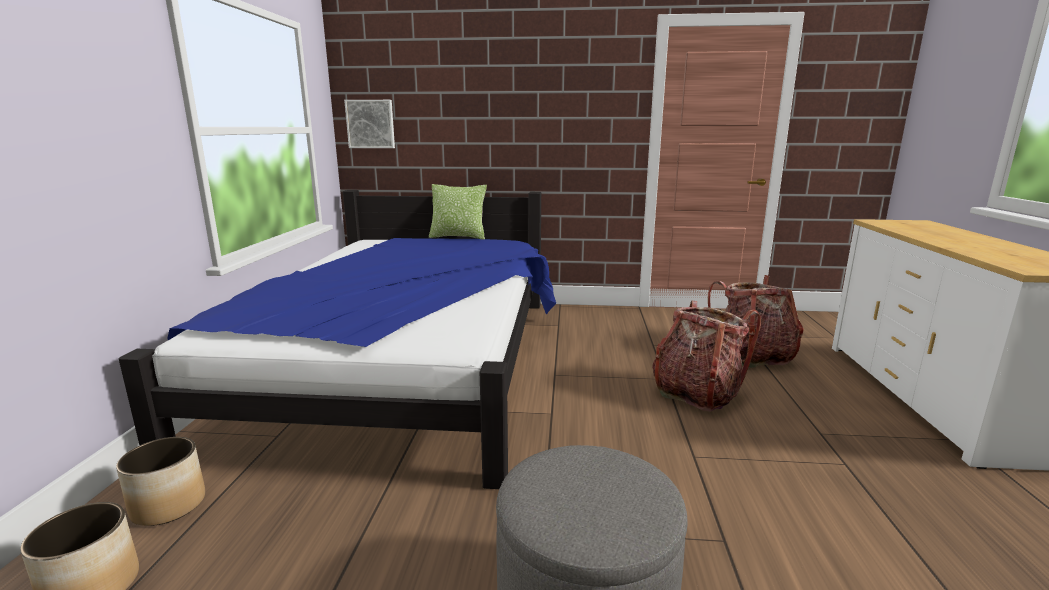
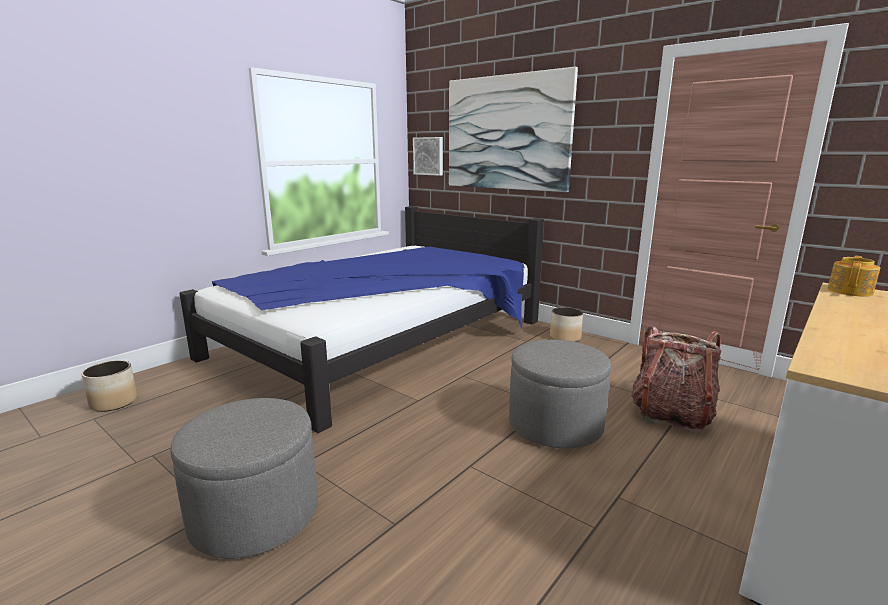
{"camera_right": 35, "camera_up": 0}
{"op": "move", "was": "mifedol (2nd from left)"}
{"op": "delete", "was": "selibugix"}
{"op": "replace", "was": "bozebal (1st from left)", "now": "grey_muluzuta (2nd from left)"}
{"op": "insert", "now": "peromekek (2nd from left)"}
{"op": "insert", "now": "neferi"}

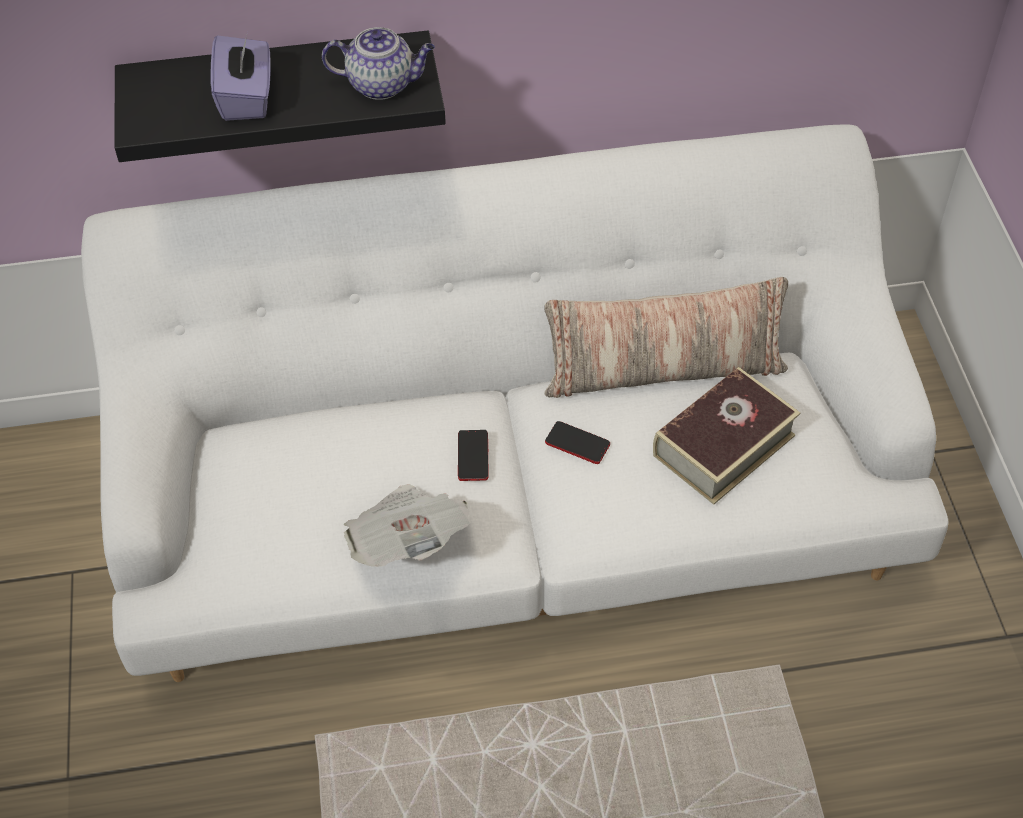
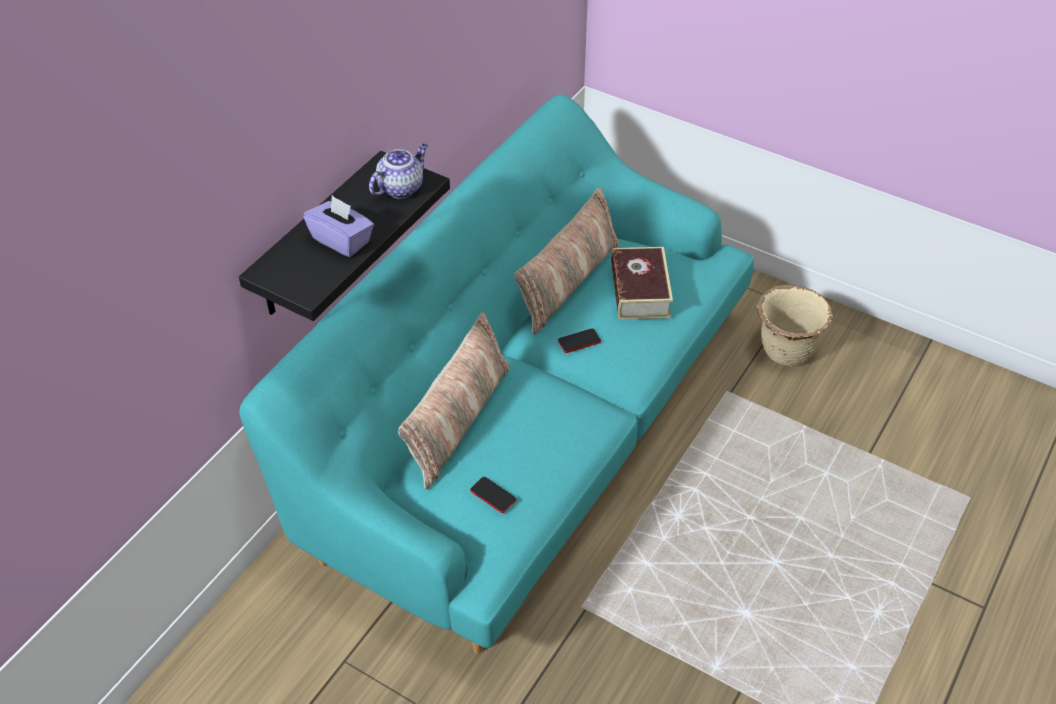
{"camera_right": -50, "camera_up": -5}
{"op": "recolor", "was": "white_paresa", "now": "turquoise_paresa"}
{"op": "delete", "was": "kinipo"}
{"op": "move", "was": "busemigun (1st from left)"}
{"op": "insert", "now": "selibugix (1st from left)"}
{"op": "insert", "now": "beige_mifedol"}

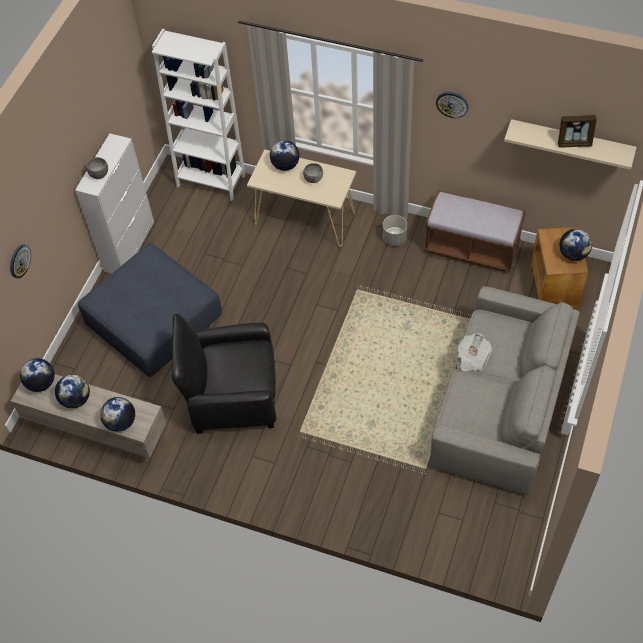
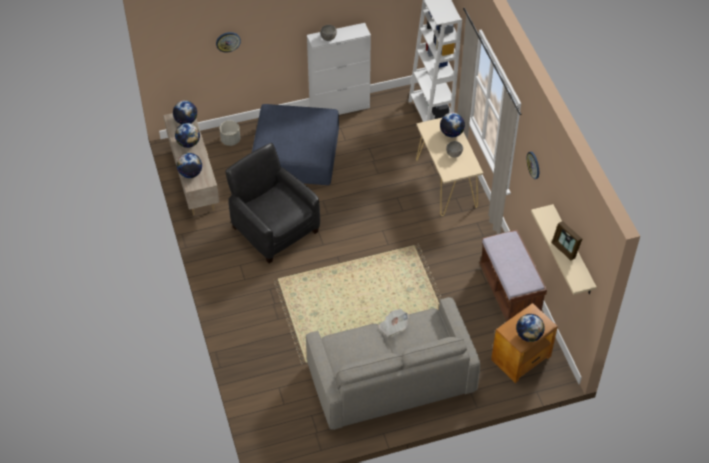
{"camera_right": 50, "camera_up": -5}
{"op": "move", "was": "grey_mifedol"}

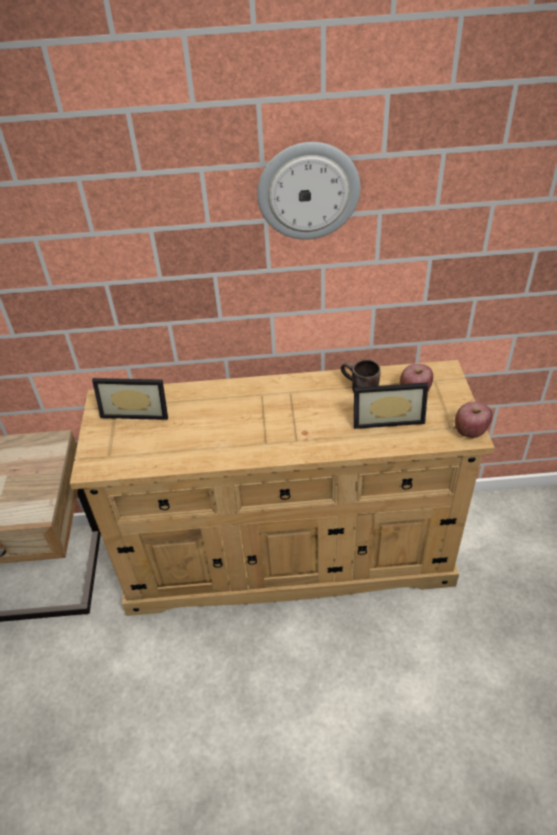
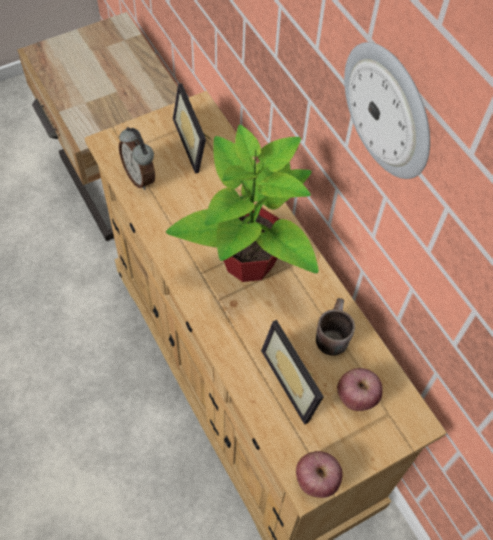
{"camera_right": 60, "camera_up": 15}
{"op": "insert", "now": "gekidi"}
{"op": "insert", "now": "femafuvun"}

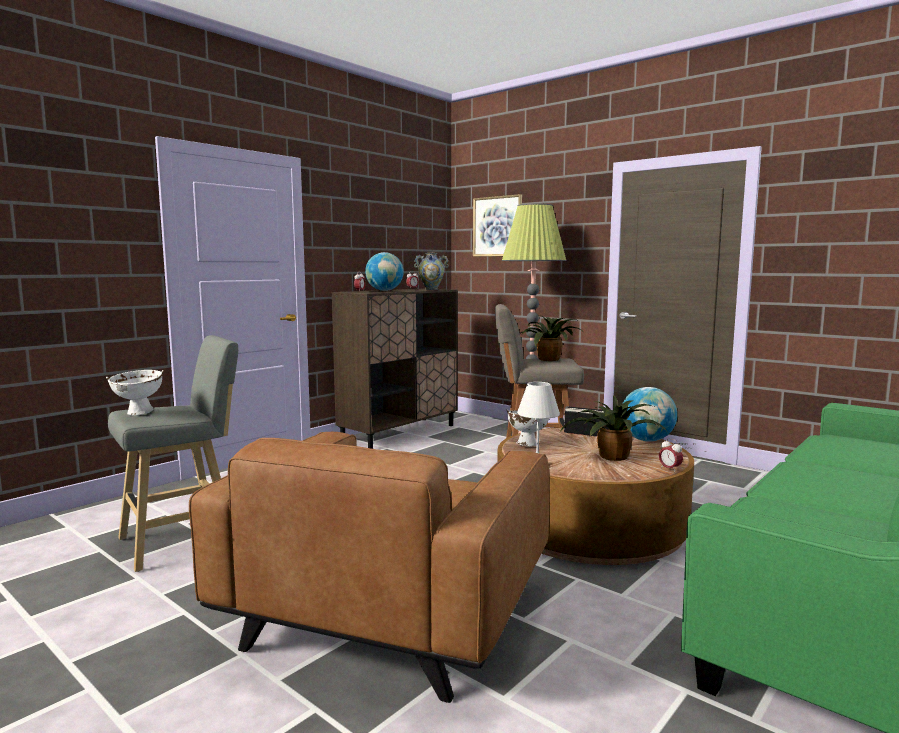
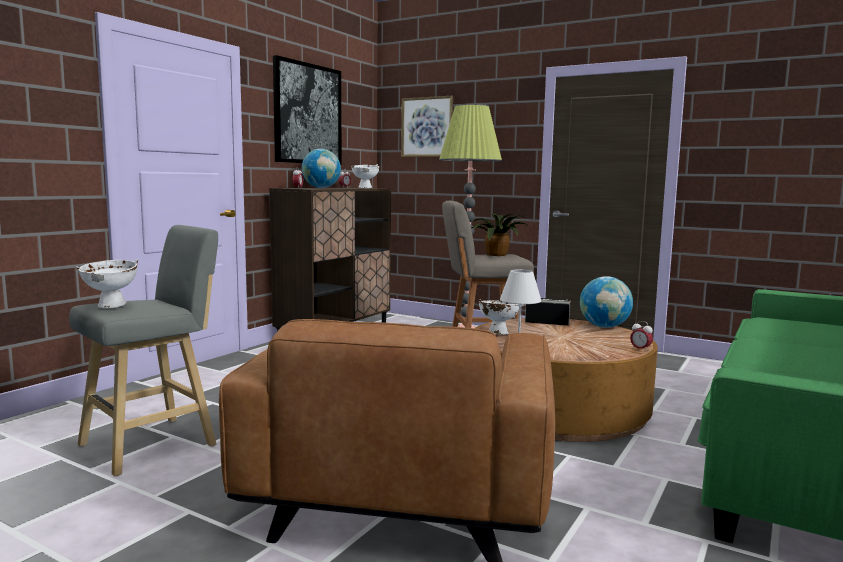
{"camera_right": -10, "camera_up": 0}
{"op": "replace", "was": "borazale", "now": "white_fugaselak (2nd from left)"}
{"op": "delete", "was": "femafuvun (2nd from left)"}
{"op": "insert", "now": "peromekek (1st from left)"}

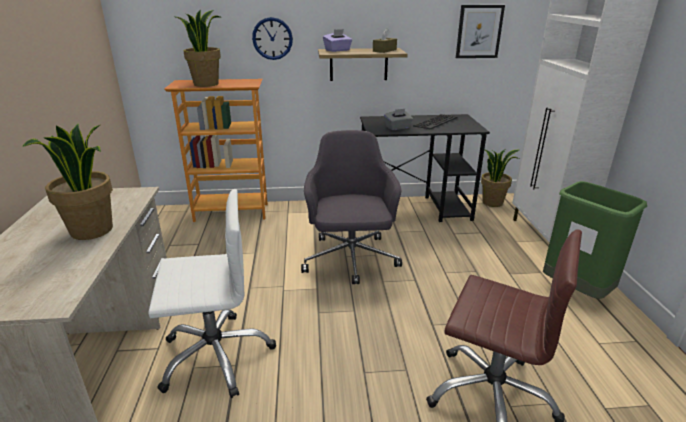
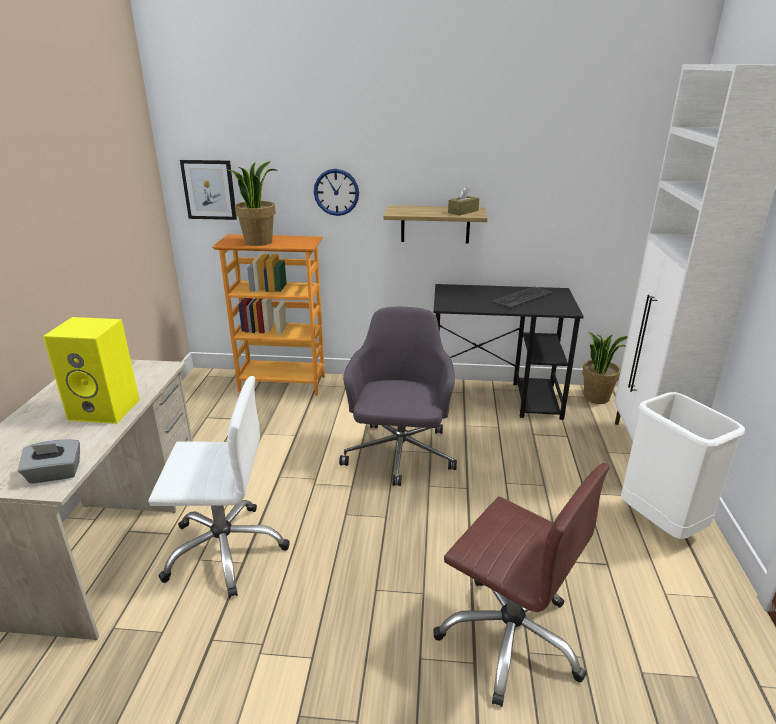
{"camera_right": 10, "camera_up": 0}
{"op": "replace", "was": "femafuvun (1st from left)", "now": "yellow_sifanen"}
{"op": "delete", "was": "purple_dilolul"}
{"op": "move", "was": "grey_dilolul"}
{"op": "move", "was": "peromekek"}
{"op": "recolor", "was": "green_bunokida", "now": "white_bunokida"}

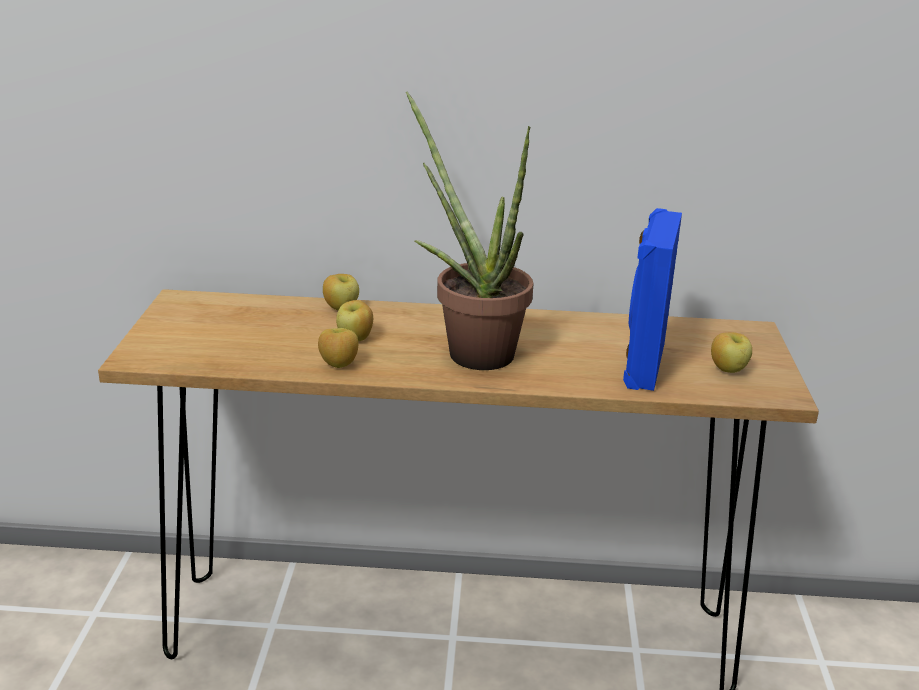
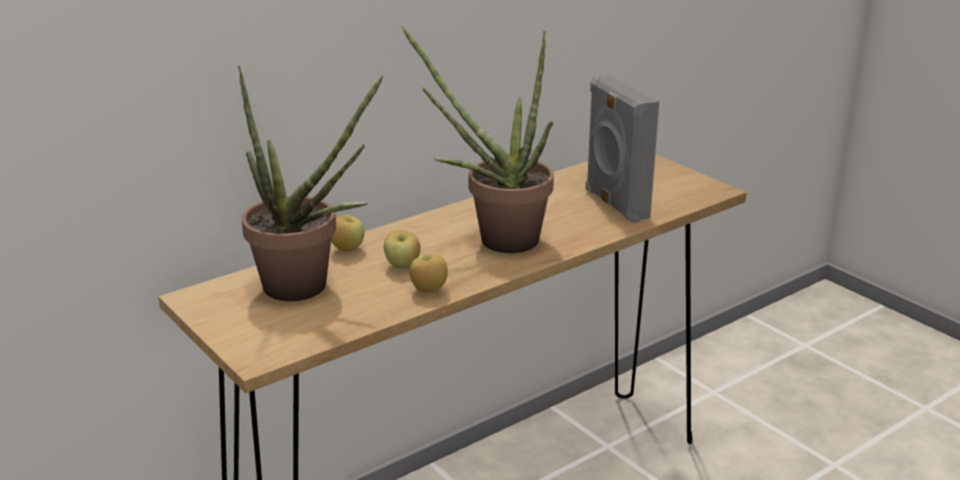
{"camera_right": -40, "camera_up": 0}
{"op": "recolor", "was": "blue_sifanen", "now": "grey_sifanen"}
{"op": "delete", "was": "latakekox (4th from left)"}
{"op": "insert", "now": "femafuvun (1st from left)"}

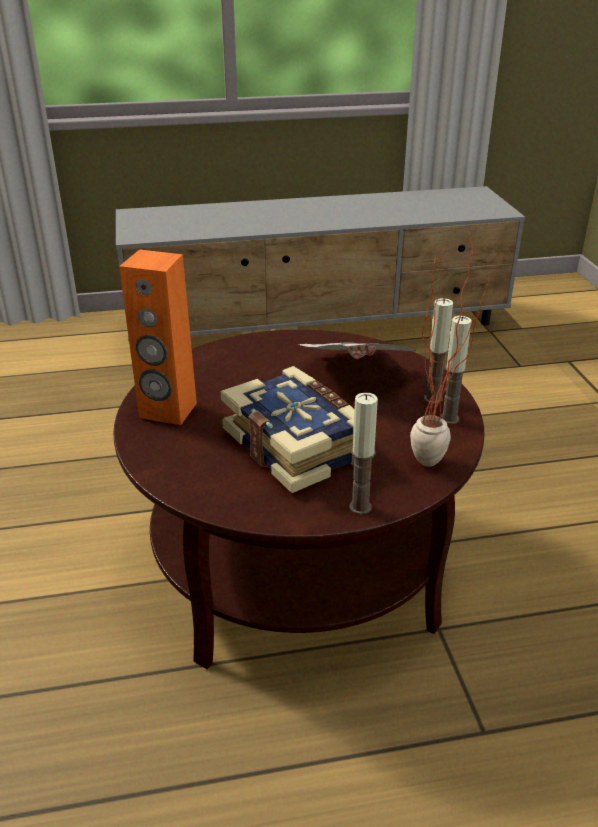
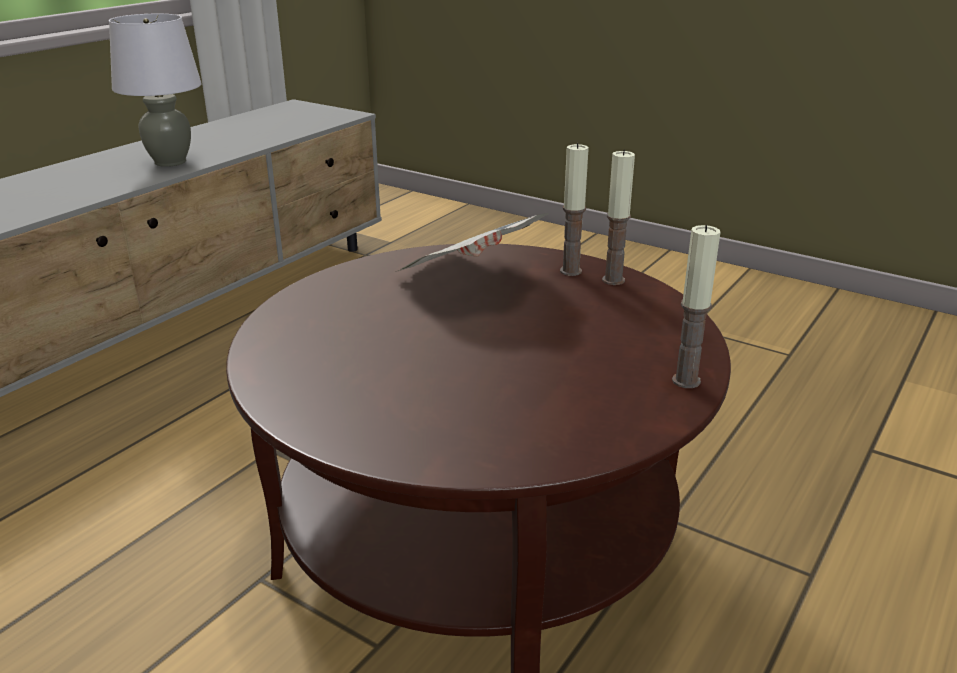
{"camera_right": -45, "camera_up": -5}
{"op": "delete", "was": "orange_sifanen"}
{"op": "delete", "was": "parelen"}
{"op": "delete", "was": "femafuvun"}
{"op": "insert", "now": "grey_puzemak"}

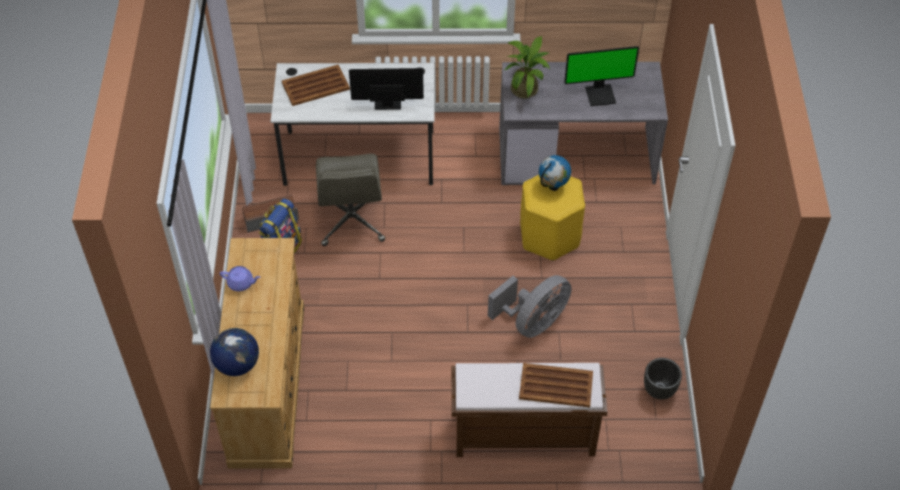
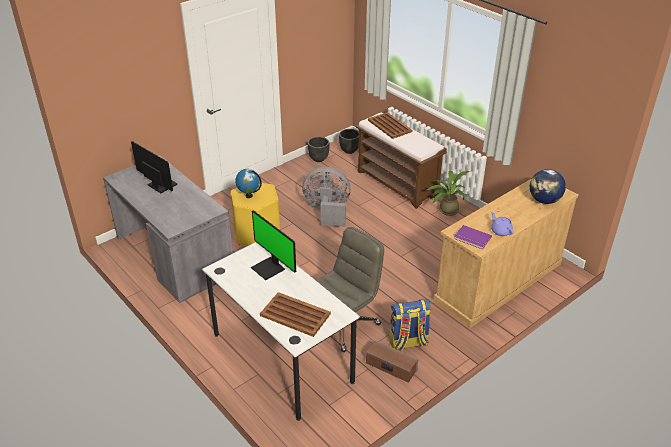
{"camera_right": -130, "camera_up": -15}
{"op": "move", "was": "femafuvun"}
{"op": "insert", "now": "black_mifedol (2nd from left)"}
{"op": "insert", "now": "purple_parelen"}

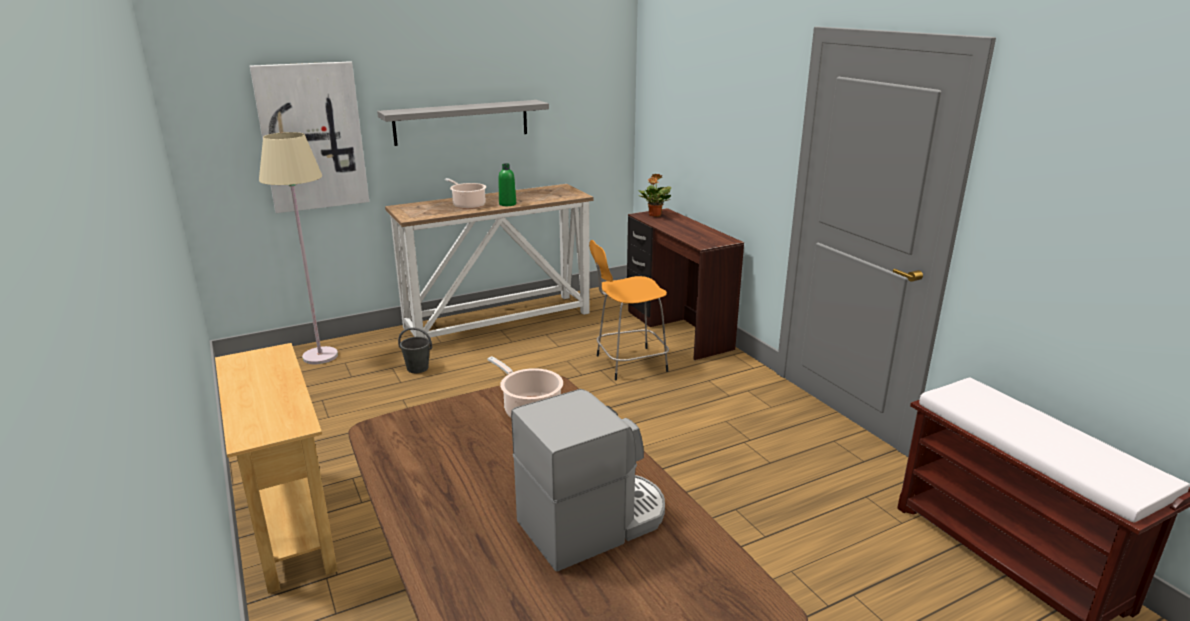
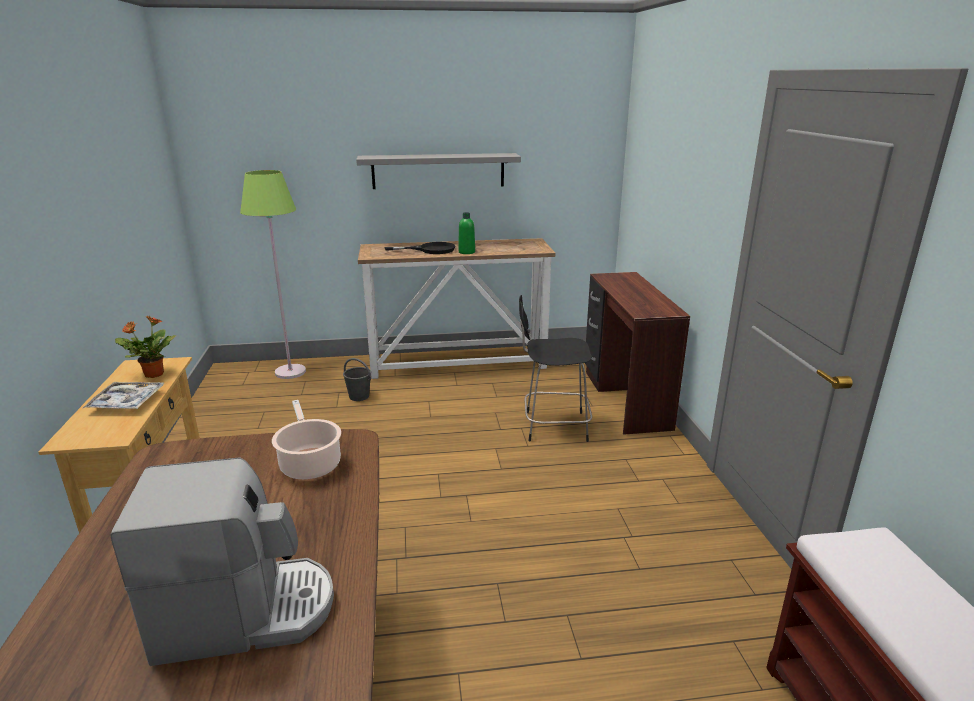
{"camera_right": 20, "camera_up": 0}
{"op": "delete", "was": "peromekek"}
{"op": "recolor", "was": "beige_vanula", "now": "green_vanula"}
{"op": "replace", "was": "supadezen (1st from left)", "now": "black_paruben"}
{"op": "recolor", "was": "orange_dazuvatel", "now": "black_dazuvatel"}
{"op": "move", "was": "femafuvun"}
{"op": "insert", "now": "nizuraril"}

